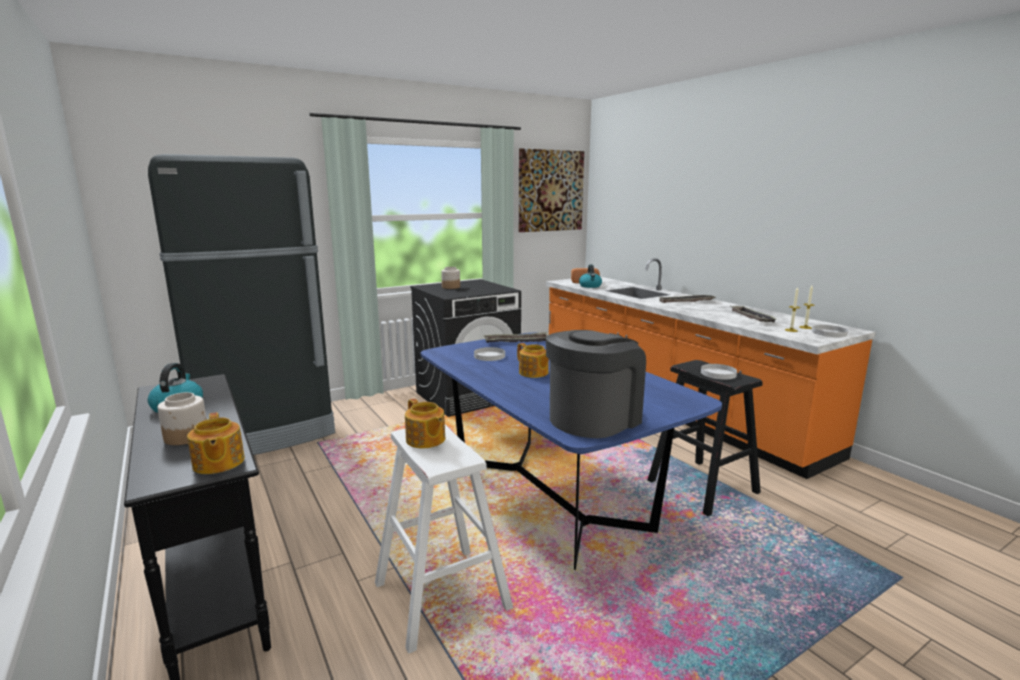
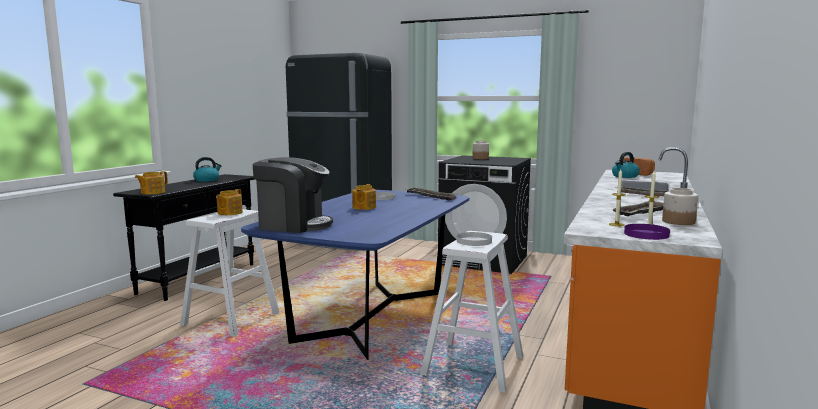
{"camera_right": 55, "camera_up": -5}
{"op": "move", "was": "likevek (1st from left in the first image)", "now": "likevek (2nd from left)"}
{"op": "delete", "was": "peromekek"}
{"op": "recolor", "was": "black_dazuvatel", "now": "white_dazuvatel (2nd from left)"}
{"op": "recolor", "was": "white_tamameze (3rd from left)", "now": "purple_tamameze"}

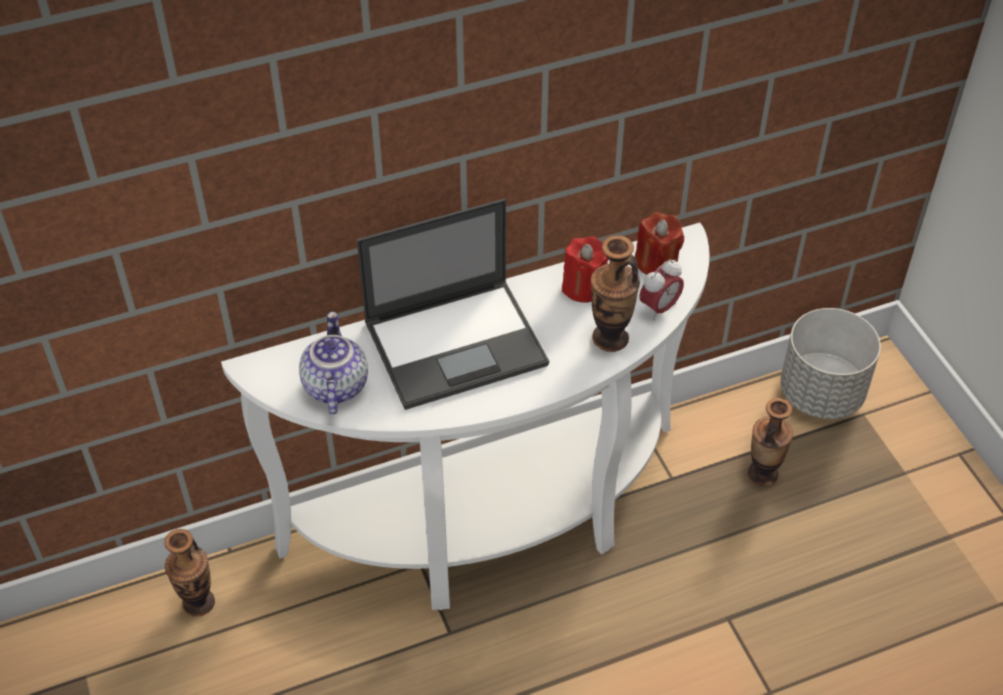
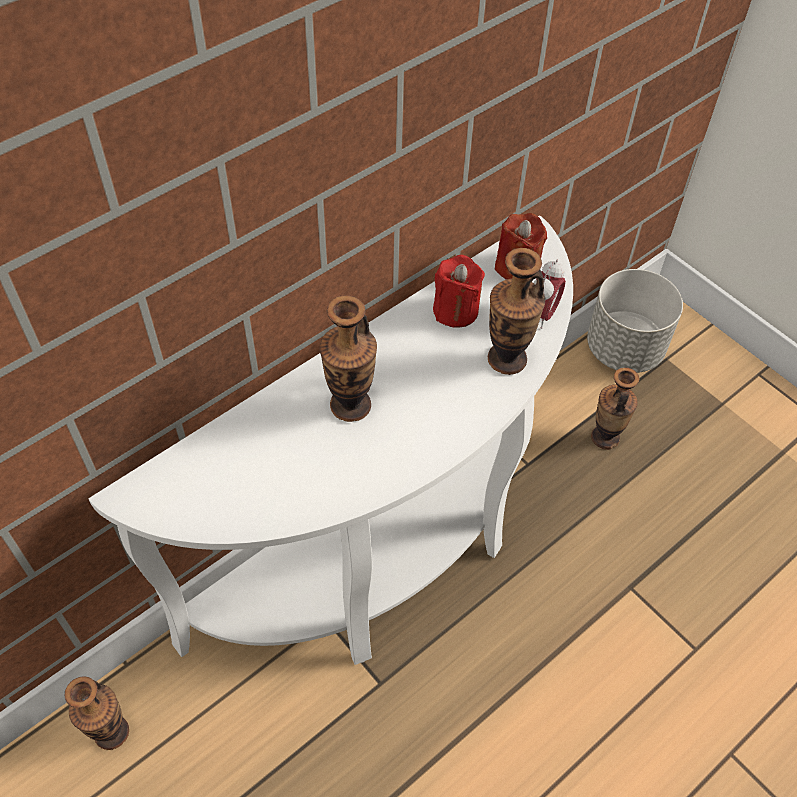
{"camera_right": -20, "camera_up": 5}
{"op": "delete", "was": "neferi"}
{"op": "replace", "was": "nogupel", "now": "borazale (2nd from left)"}

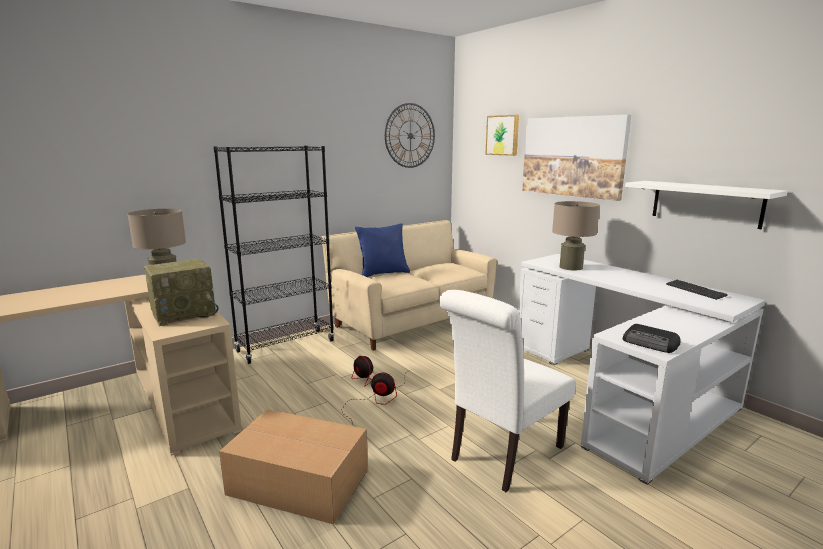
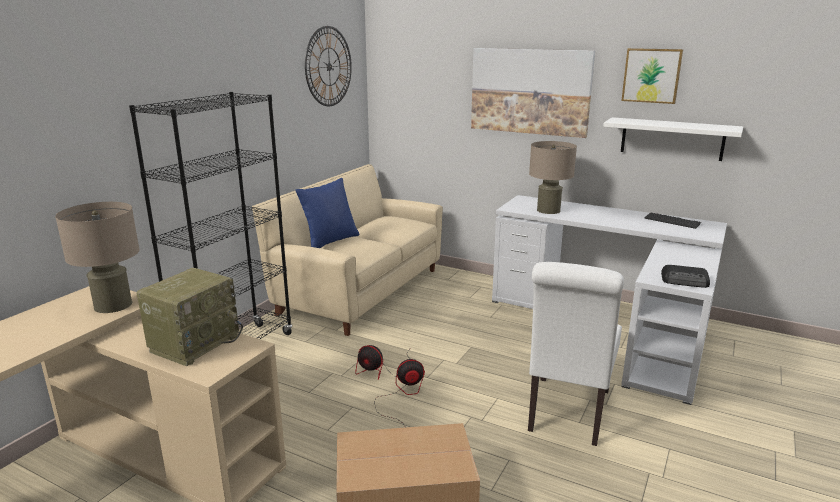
{"camera_right": -25, "camera_up": 5}
{"op": "move", "was": "peromekek (1st from left in the first image)", "now": "peromekek (2nd from left)"}

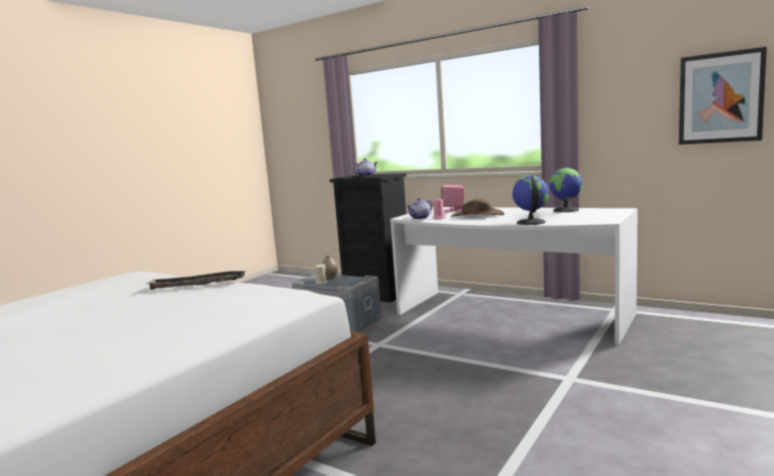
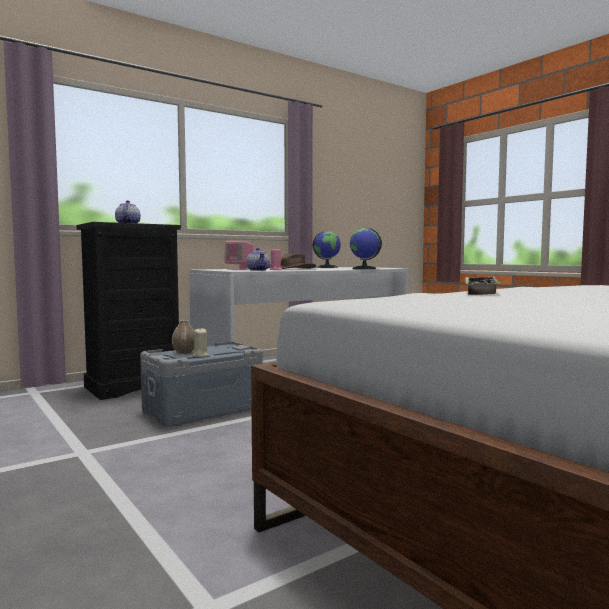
{"camera_right": -70, "camera_up": -5}
{"op": "delete", "was": "peromekek"}

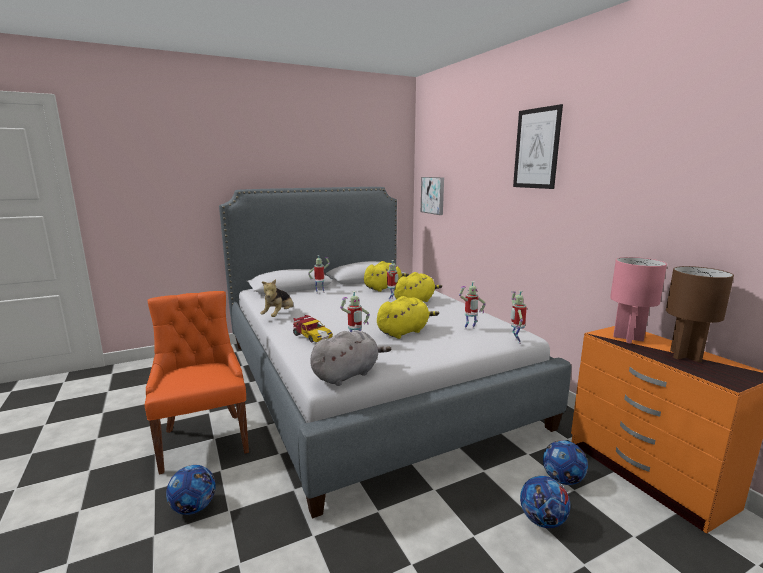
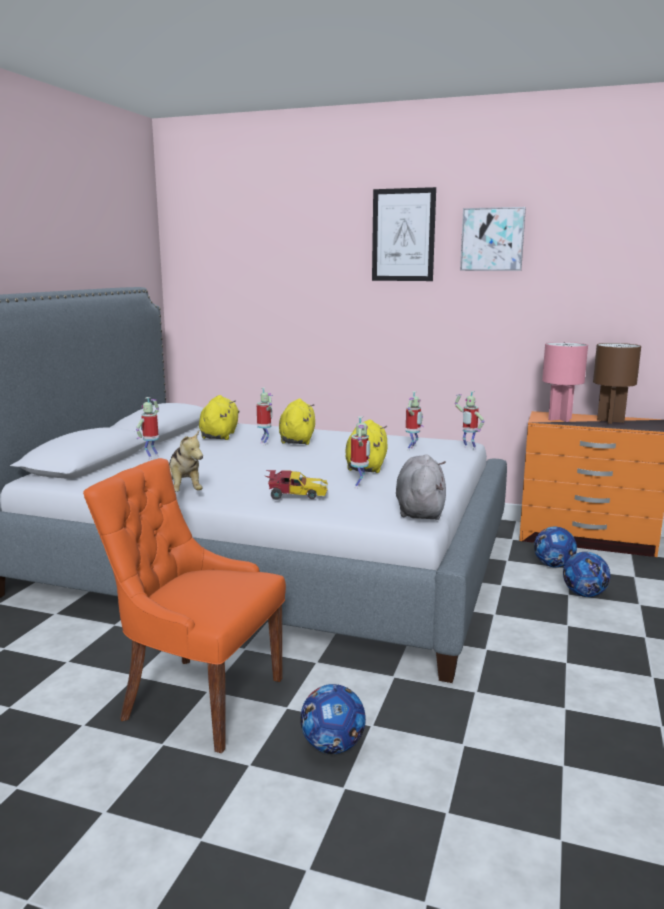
{"camera_right": -45, "camera_up": 0}
{"op": "move", "was": "peromekek (1st from left in the first image)", "now": "peromekek (2nd from left)"}

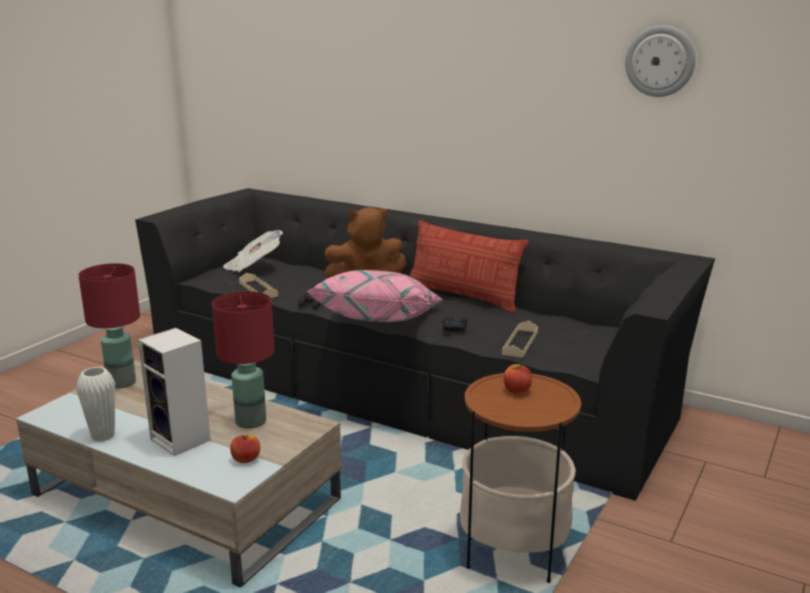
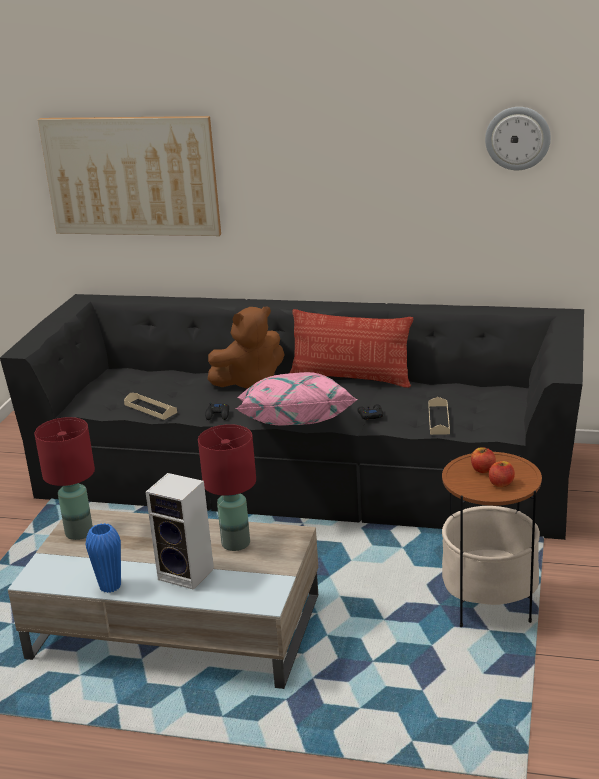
{"camera_right": -15, "camera_up": 5}
{"op": "recolor", "was": "white_borazale", "now": "blue_borazale"}
{"op": "delete", "was": "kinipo"}
{"op": "move", "was": "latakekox (1st from left in the first image)", "now": "latakekox (2nd from left)"}
{"op": "insert", "now": "peromekek"}

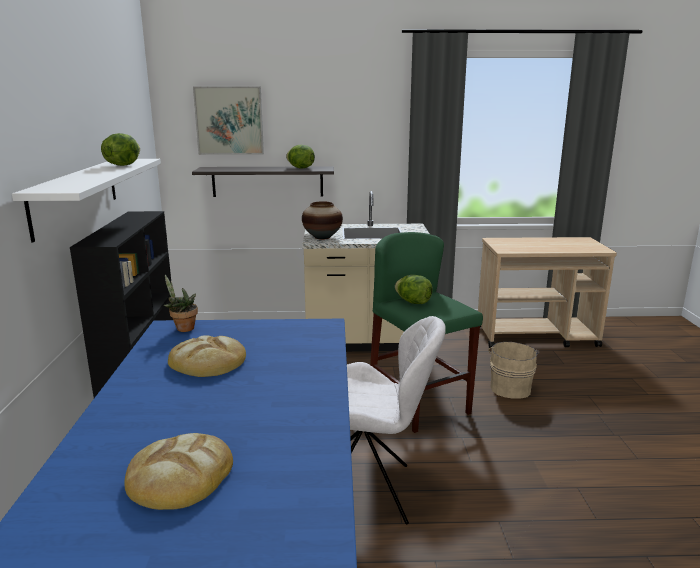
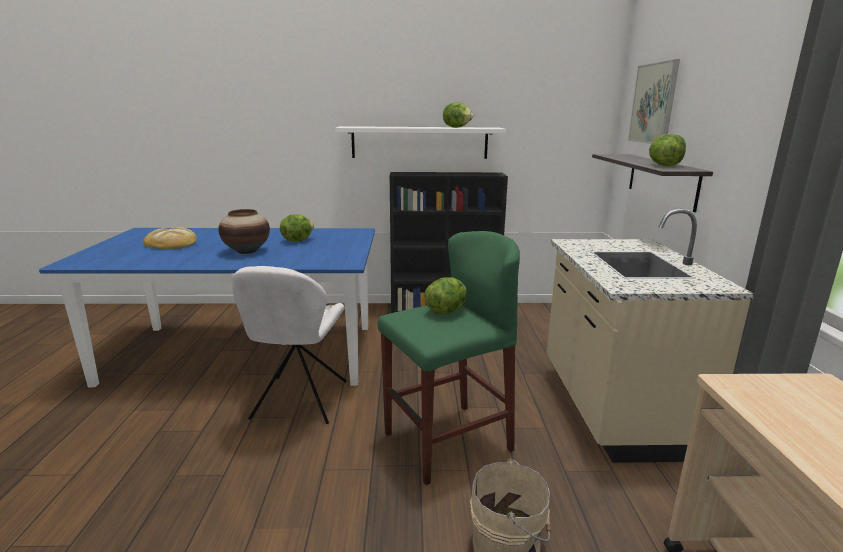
{"camera_right": 90, "camera_up": 0}
{"op": "delete", "was": "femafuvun"}
{"op": "replace", "was": "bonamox (2nd from left)", "now": "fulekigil (1st from left)"}
{"op": "move", "was": "borazale"}

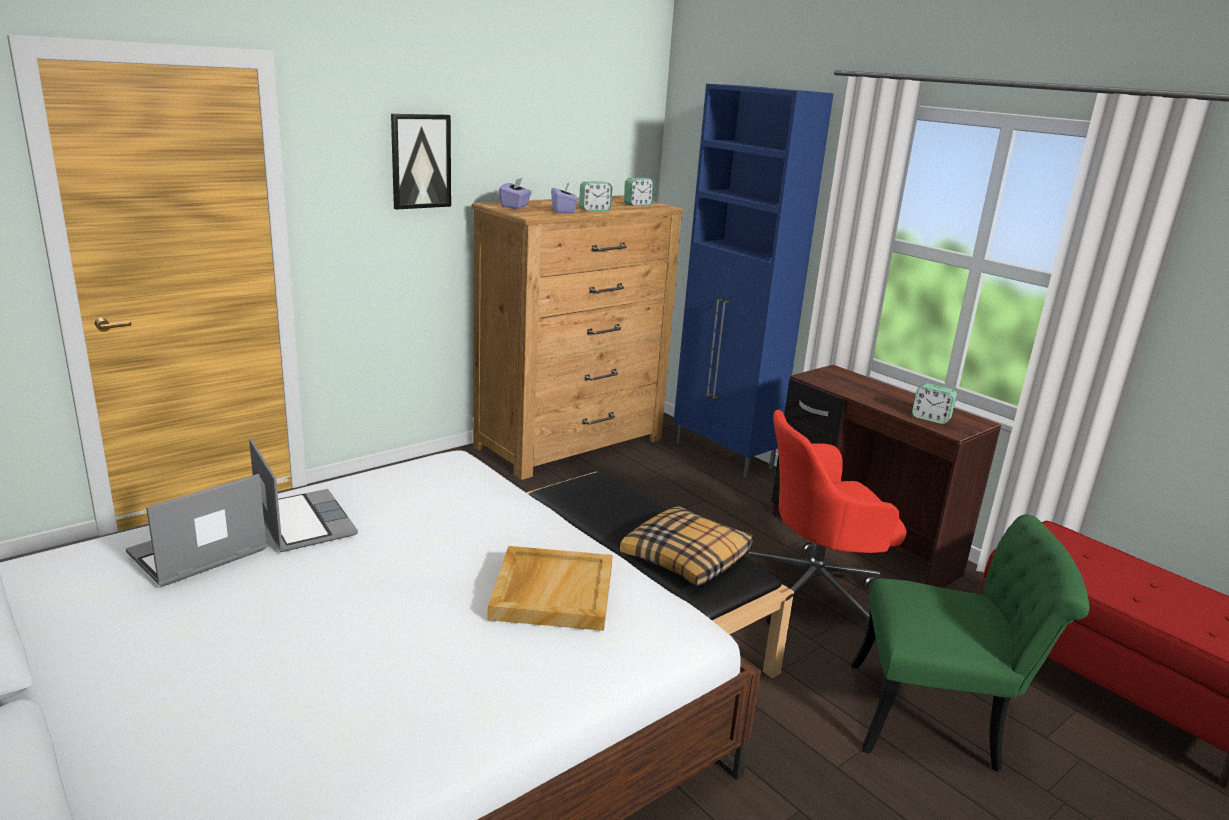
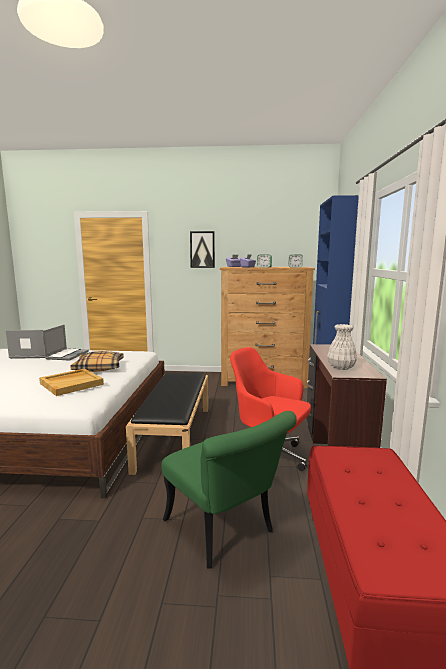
{"camera_right": 45, "camera_up": -10}
{"op": "move", "was": "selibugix"}
{"op": "replace", "was": "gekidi (3rd from left)", "now": "white_borazale"}

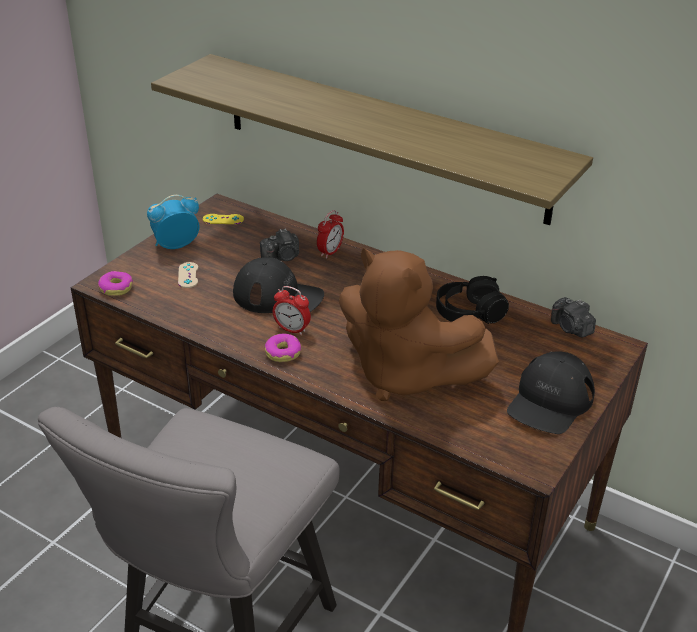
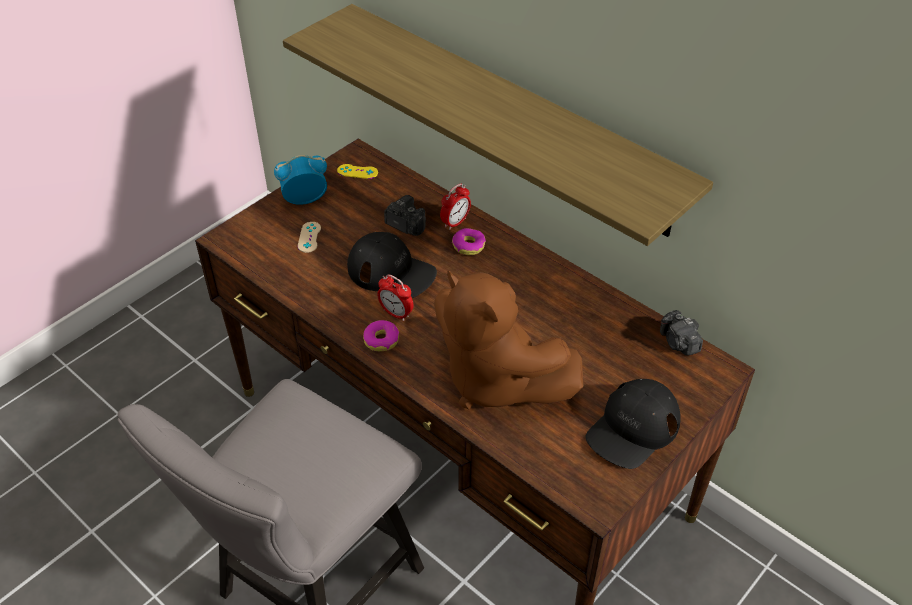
{"camera_right": 10, "camera_up": 10}
{"op": "move", "was": "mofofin (1st from left in the first image)", "now": "mofofin (2nd from left)"}
{"op": "rotate", "was": "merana (1st from left)", "clockwise": -135}
{"op": "delete", "was": "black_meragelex"}

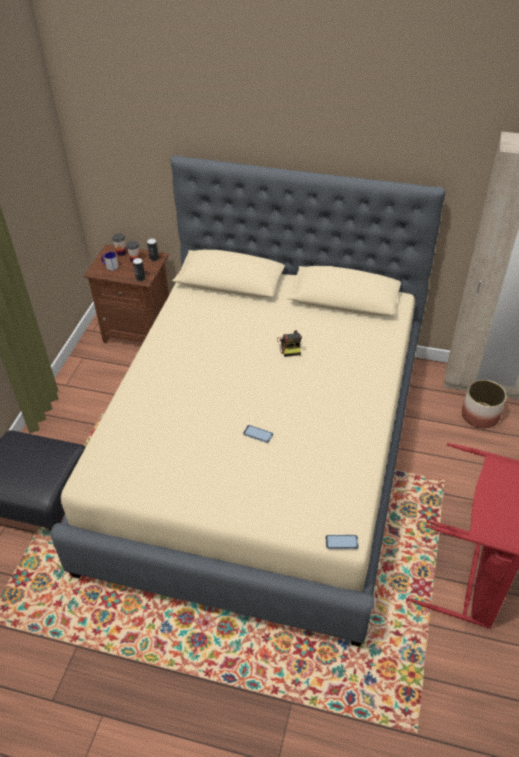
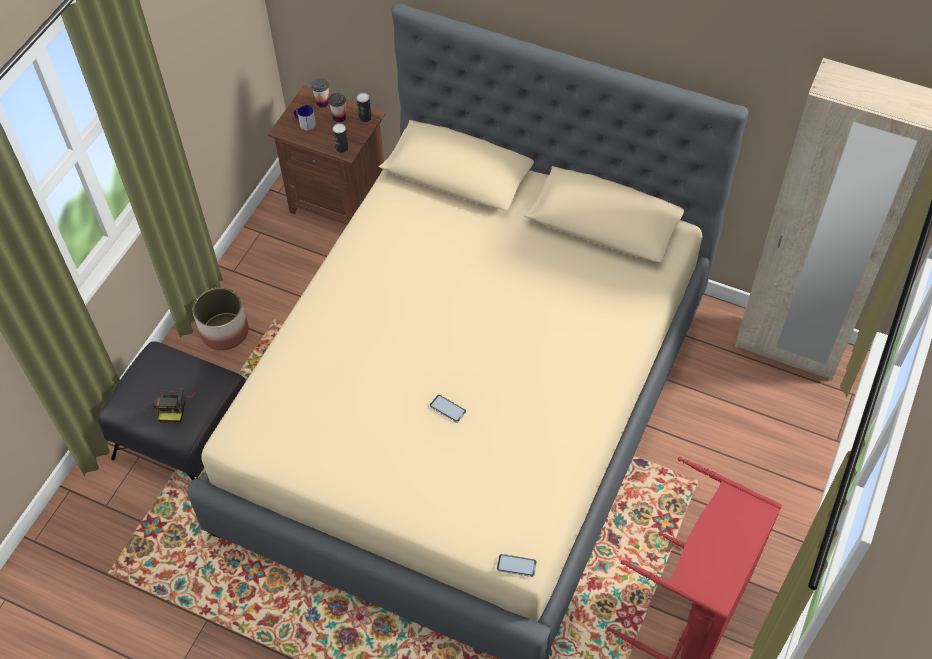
{"camera_right": 10, "camera_up": 10}
{"op": "move", "was": "merana"}
{"op": "move", "was": "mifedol"}

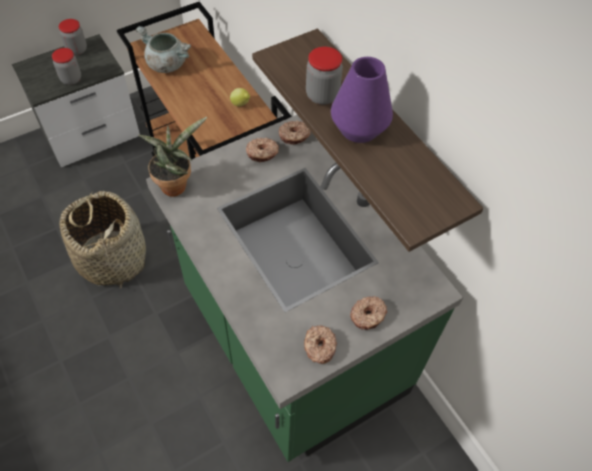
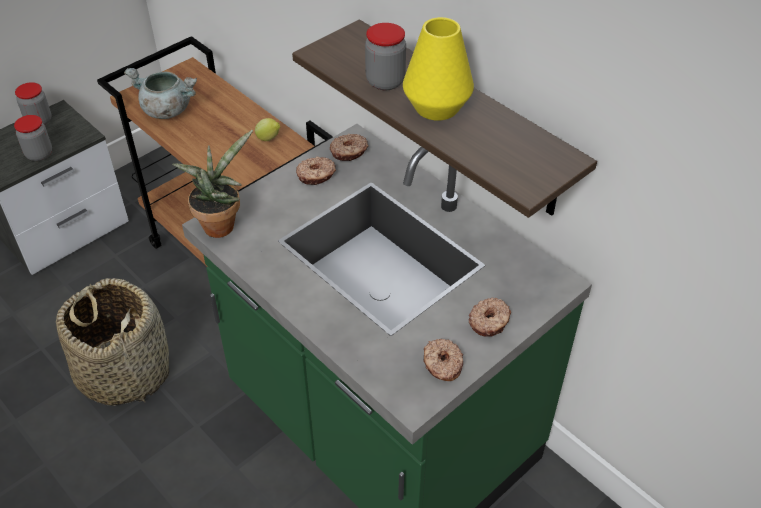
{"camera_right": -10, "camera_up": -10}
{"op": "recolor", "was": "purple_borazale", "now": "yellow_borazale"}

